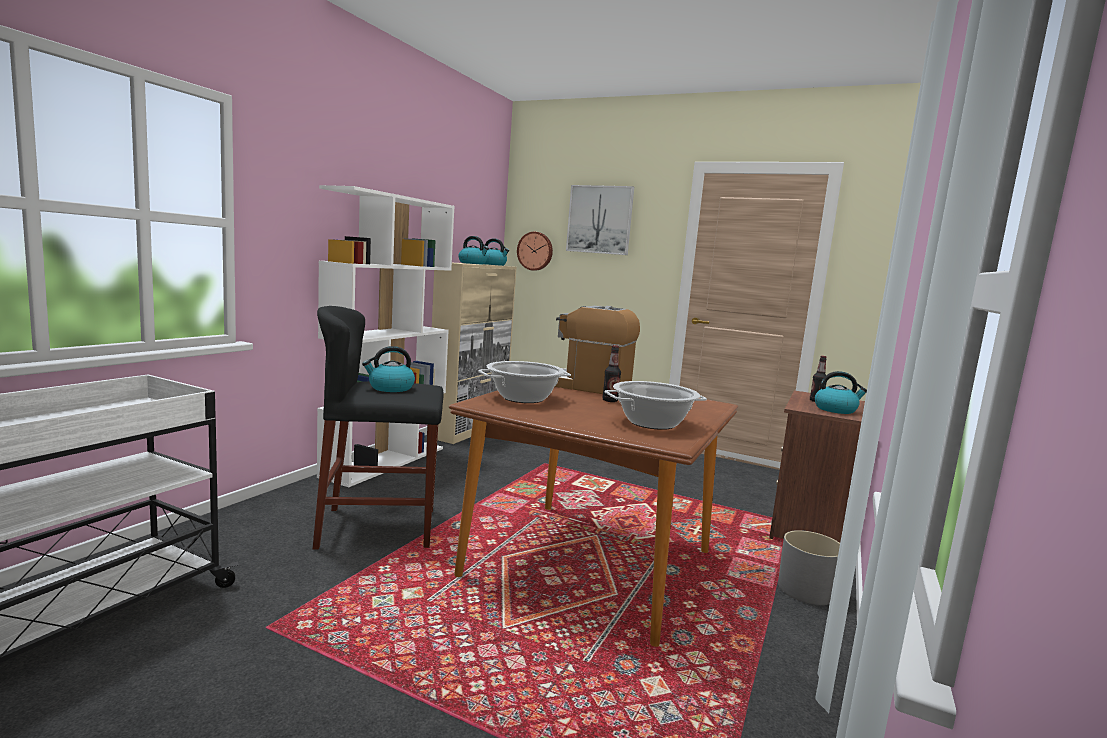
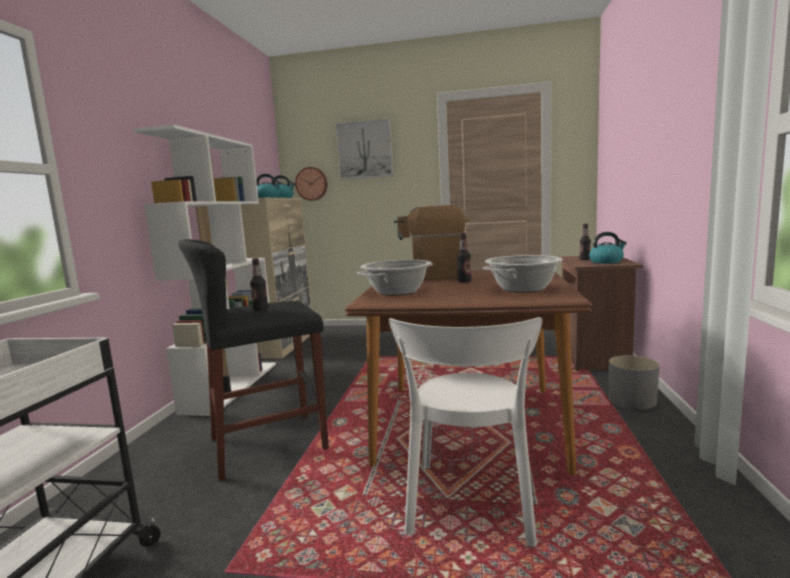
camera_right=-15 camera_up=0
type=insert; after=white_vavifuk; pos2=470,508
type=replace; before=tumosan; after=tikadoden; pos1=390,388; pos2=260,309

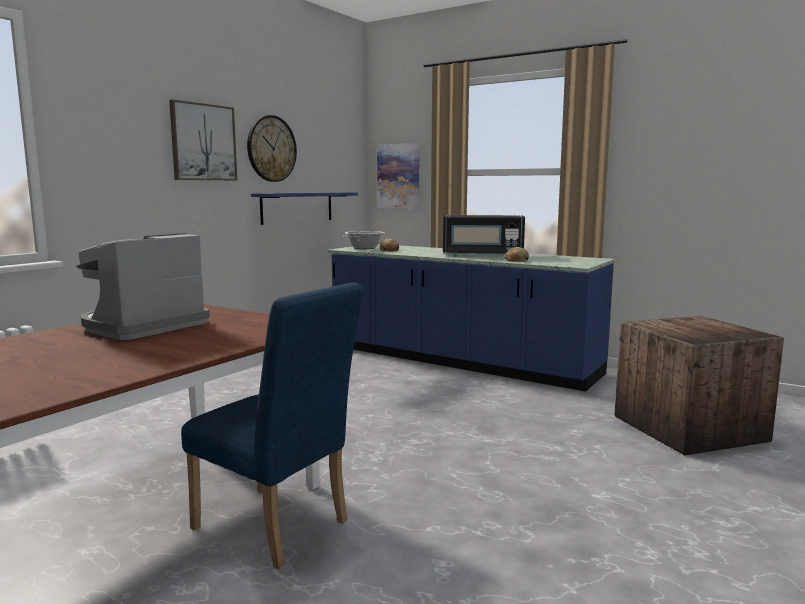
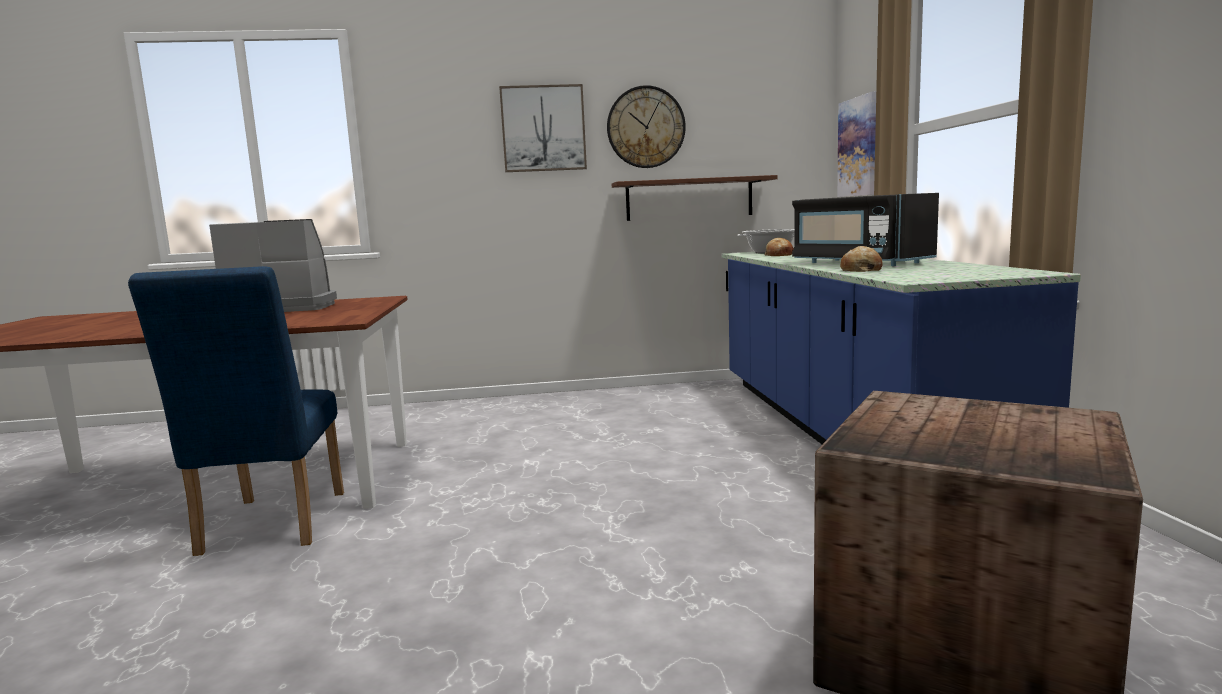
camera_right=50 camera_up=0
type=recolor; before=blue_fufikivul; after=brown_fufikivul; pos1=297,207; pos2=689,199

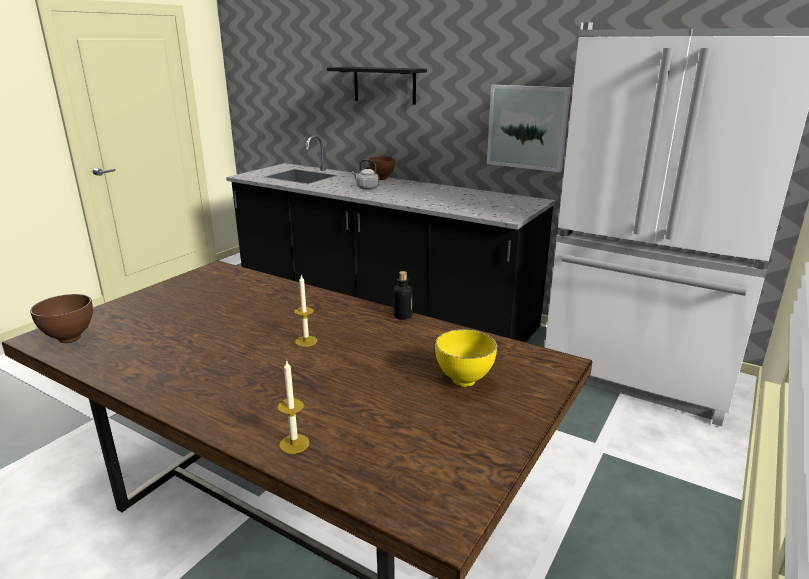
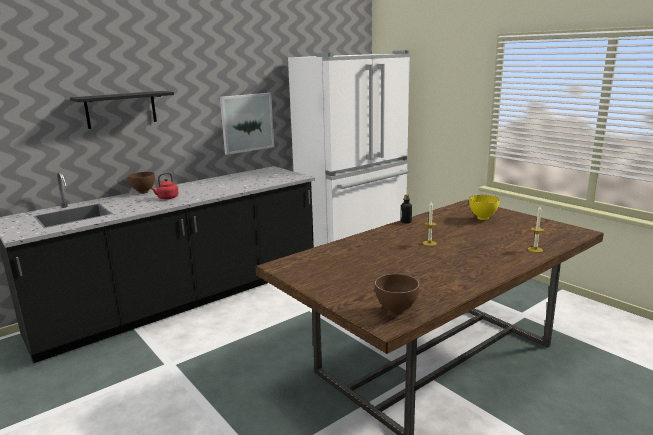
camera_right=-70 camera_up=-5
type=recolor; before=grey_tumosan; after=red_tumosan; pos1=366,188; pos2=167,198

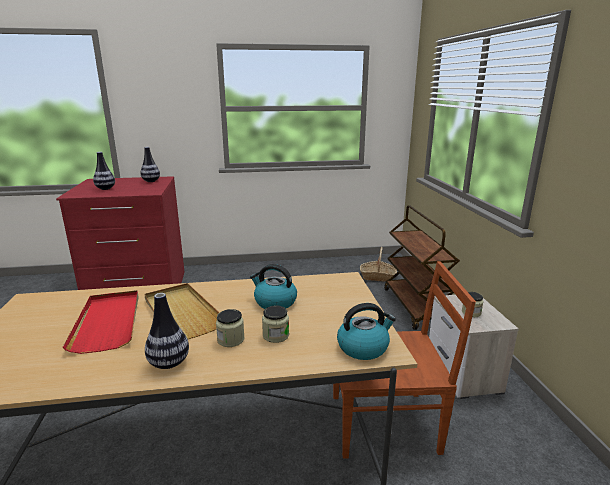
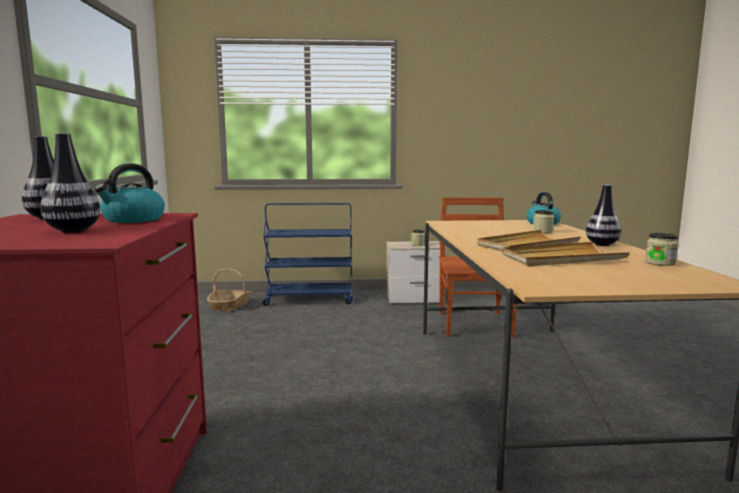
camera_right=-85 camera_up=-10
type=move; before=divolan; pos1=231,340; pos2=660,263
type=move; before=tumosan; pos1=274,302; pos2=133,220
type=recolor; before=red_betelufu; after=beige_betelufu; pos1=108,322; pos2=561,258
type=recolor; before=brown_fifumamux; after=blue_fifumamux; pos1=415,307; pos2=310,299

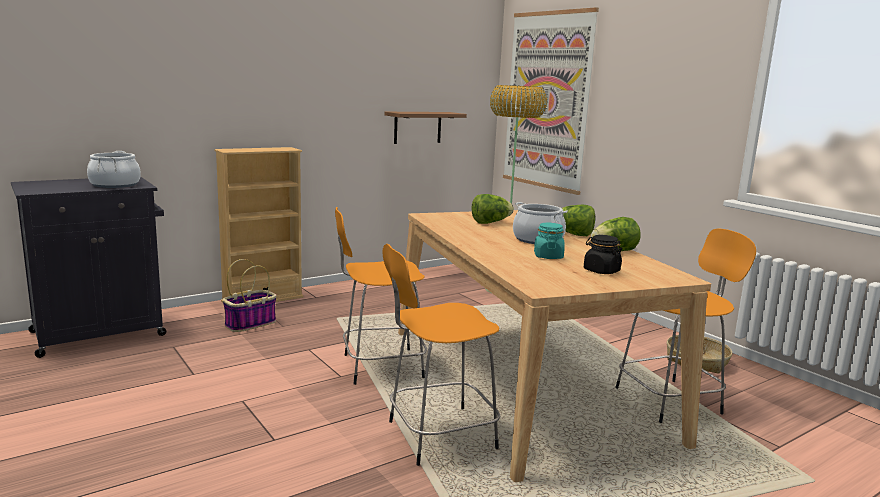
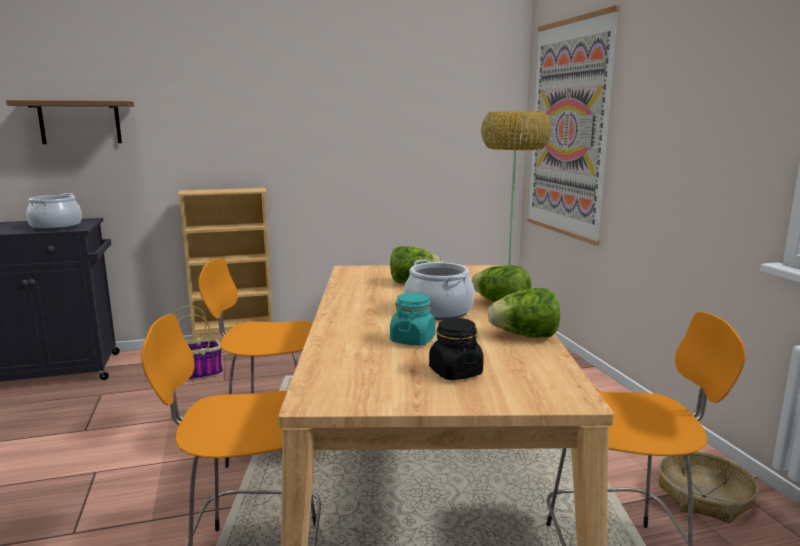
camera_right=20 camera_up=0
type=move; before=fufikivul; pos1=417,127; pos2=80,122

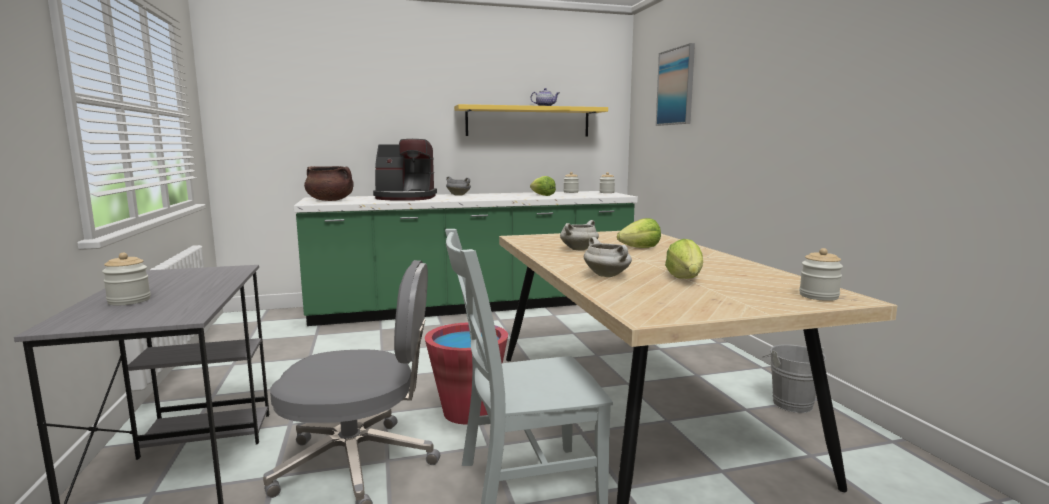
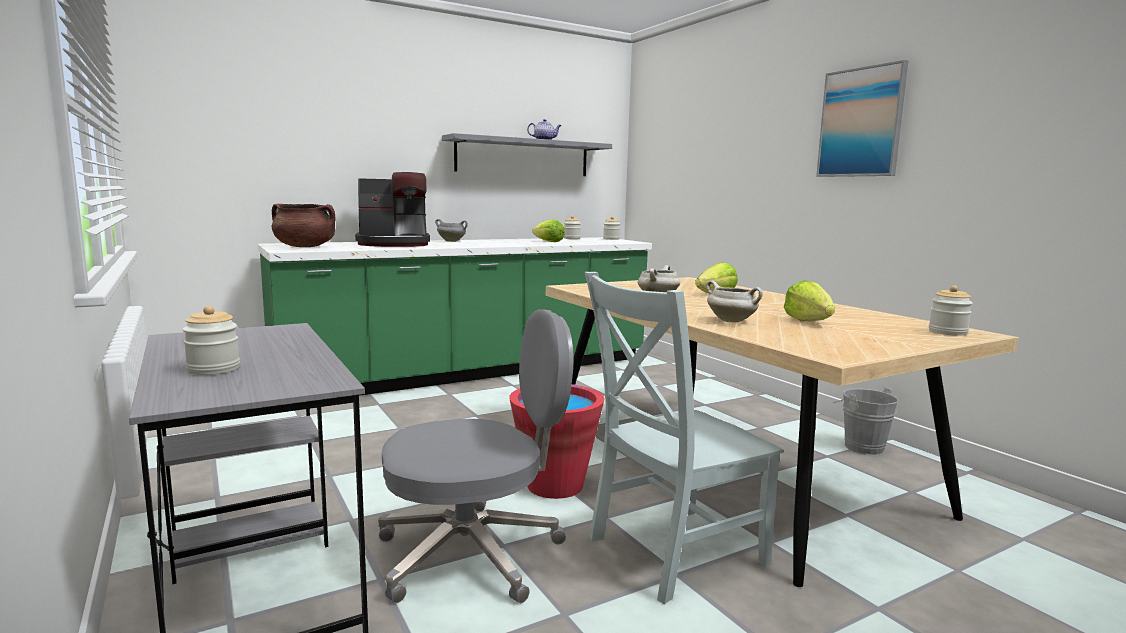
camera_right=-15 camera_up=0
type=move; before=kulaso; pos1=676,87; pos2=861,122
type=recolor; before=yellow_fufikivul; after=grey_fufikivul; pos1=528,121; pos2=523,157

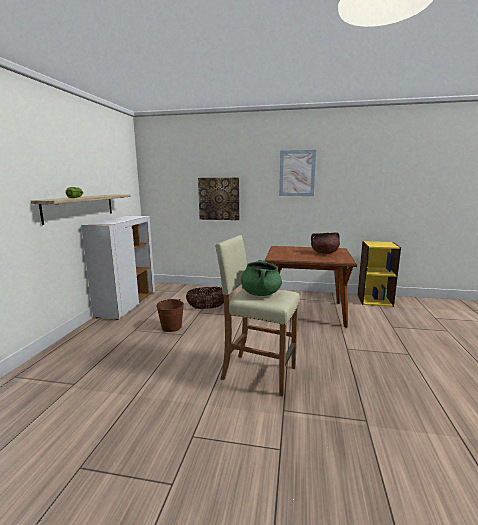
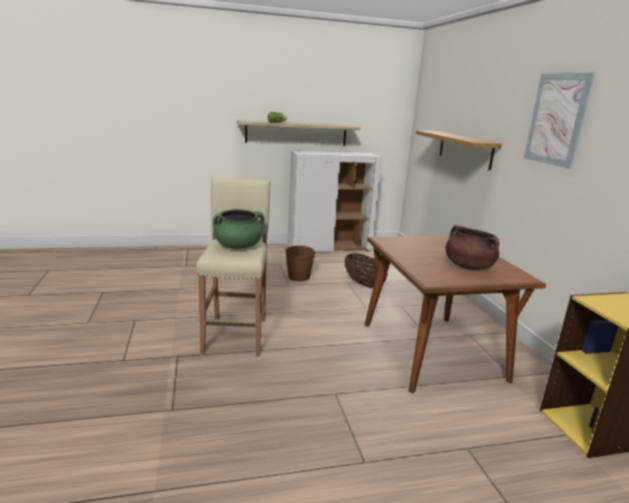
camera_right=65 camera_up=5
type=replace; before=kulaso; after=fufikivul; pos1=219,199; pos2=465,149

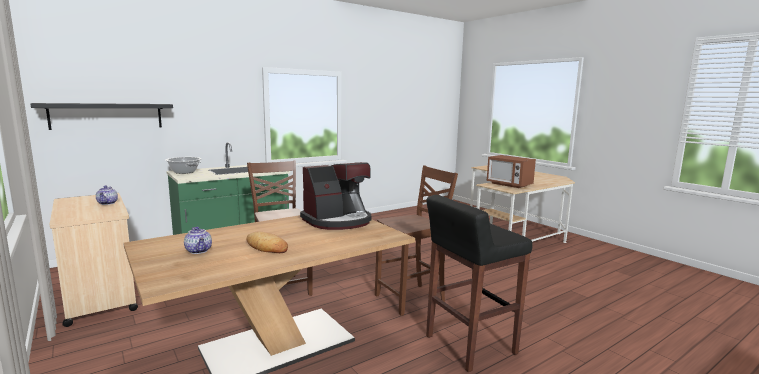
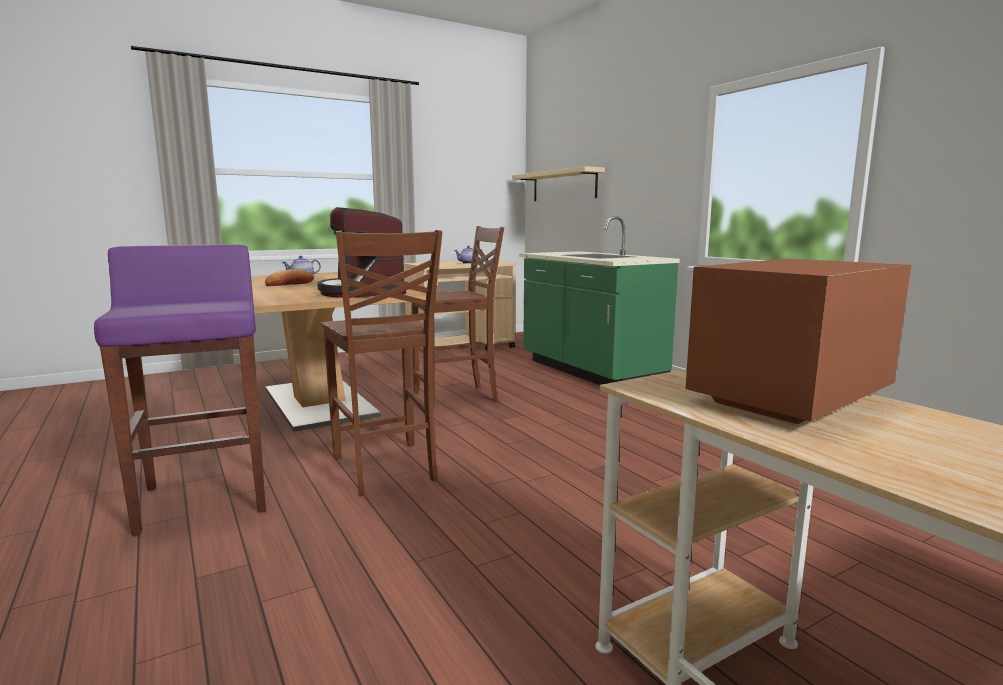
camera_right=95 camera_up=0
type=delete; before=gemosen; pos1=184,172
type=recolor; before=black_fufikivul; after=beige_fufikivul; pos1=107,116; pos2=564,186
type=recolor; before=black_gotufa; after=purple_gotufa; pos1=469,345; pos2=205,498

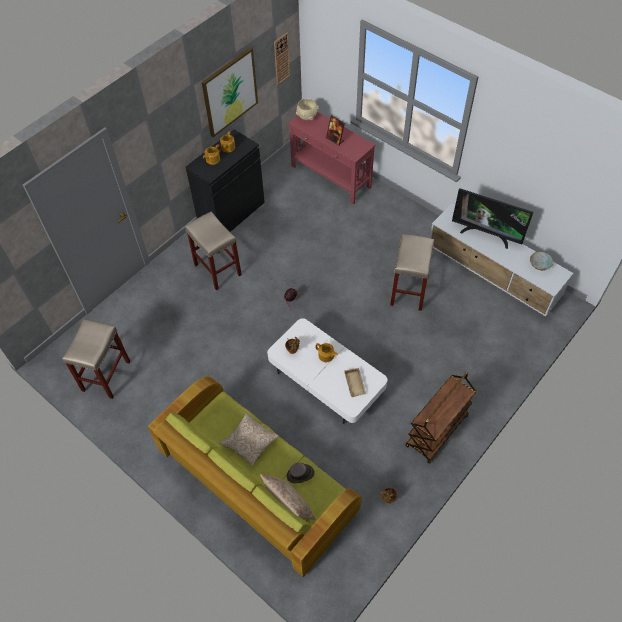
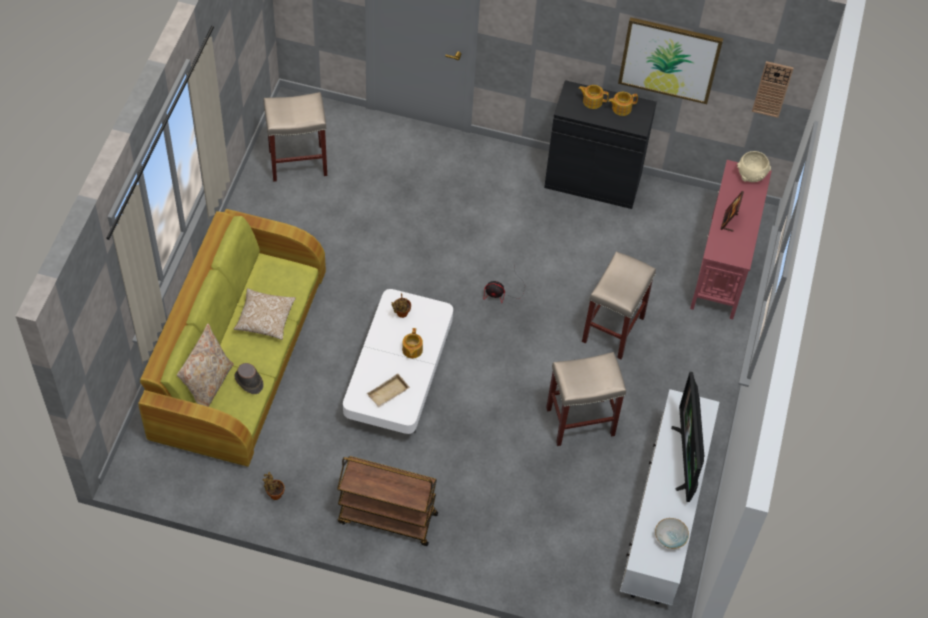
camera_right=60 camera_up=0
type=move; before=beige_gotufa; pos1=218,270; pos2=613,330

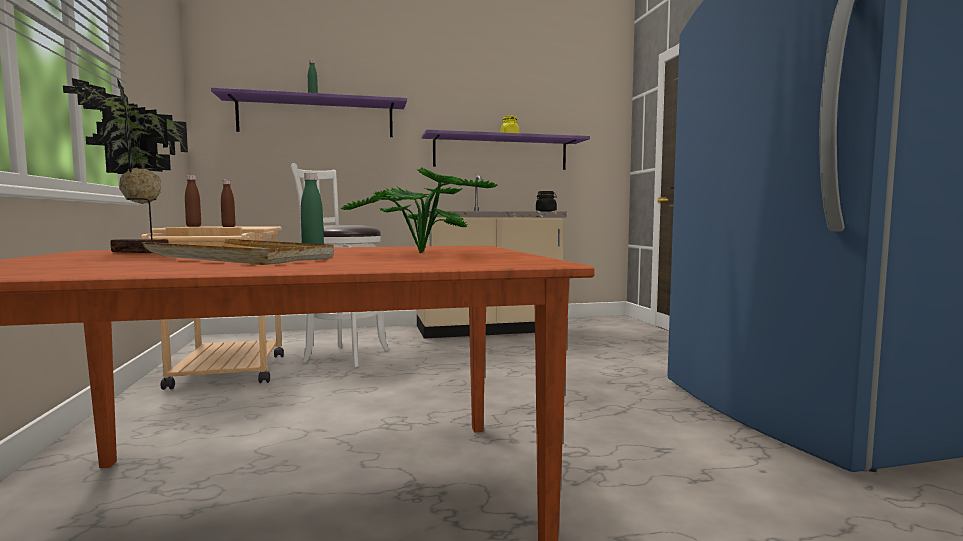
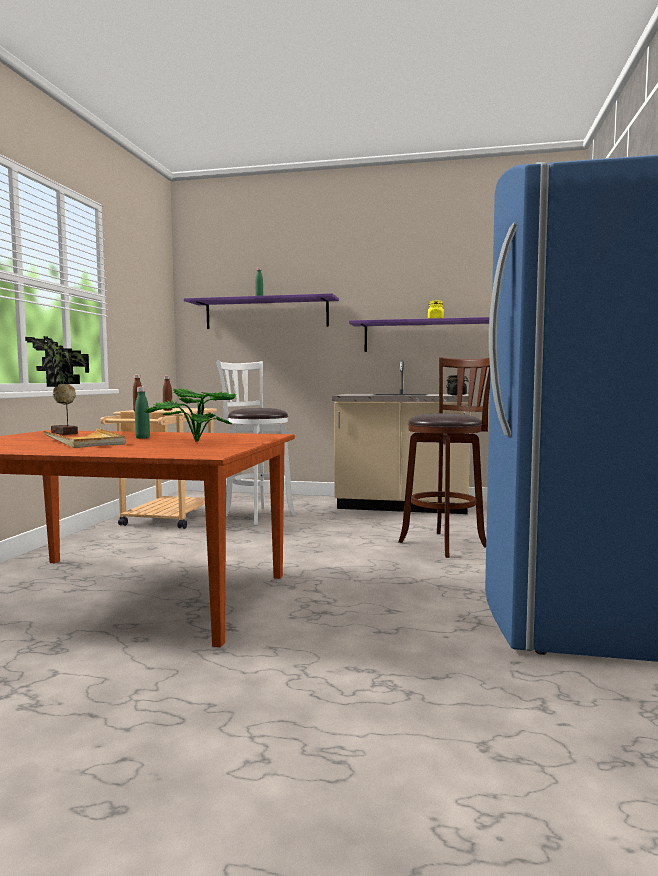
camera_right=25 camera_up=0
type=insert; after=brown_gotufa; pos2=445,543

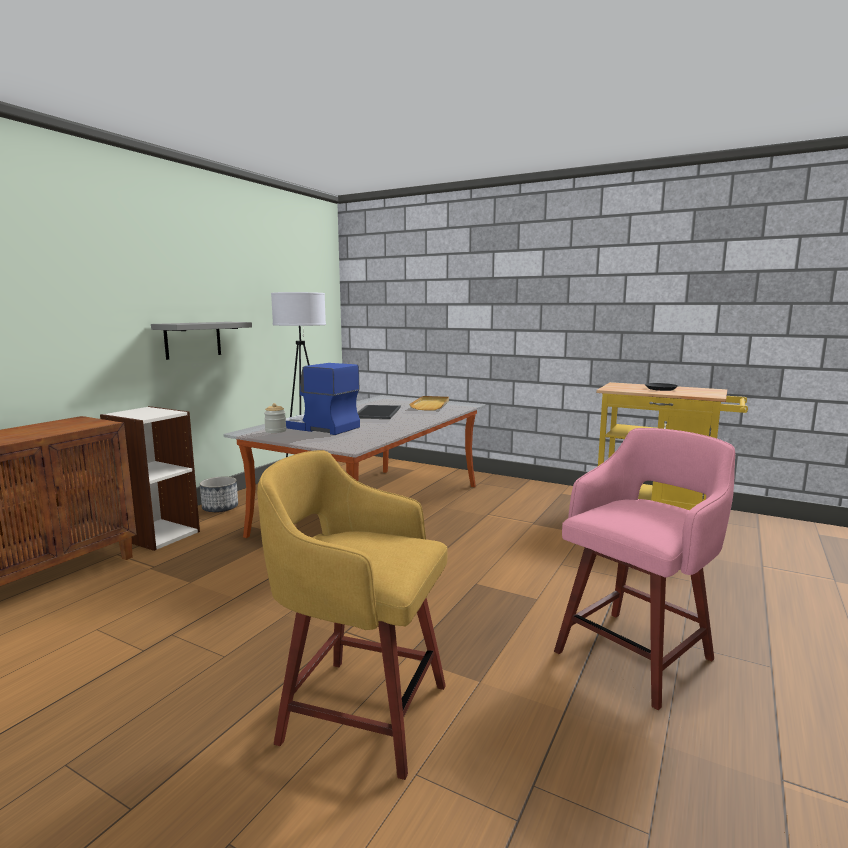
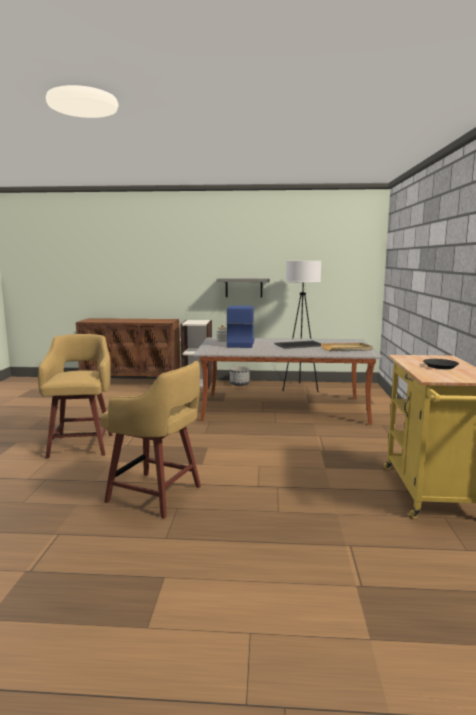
camera_right=65 camera_up=0
type=recolor; before=pink_gotufa; after=yellow_gotufa; pos1=637,653; pos2=156,495

